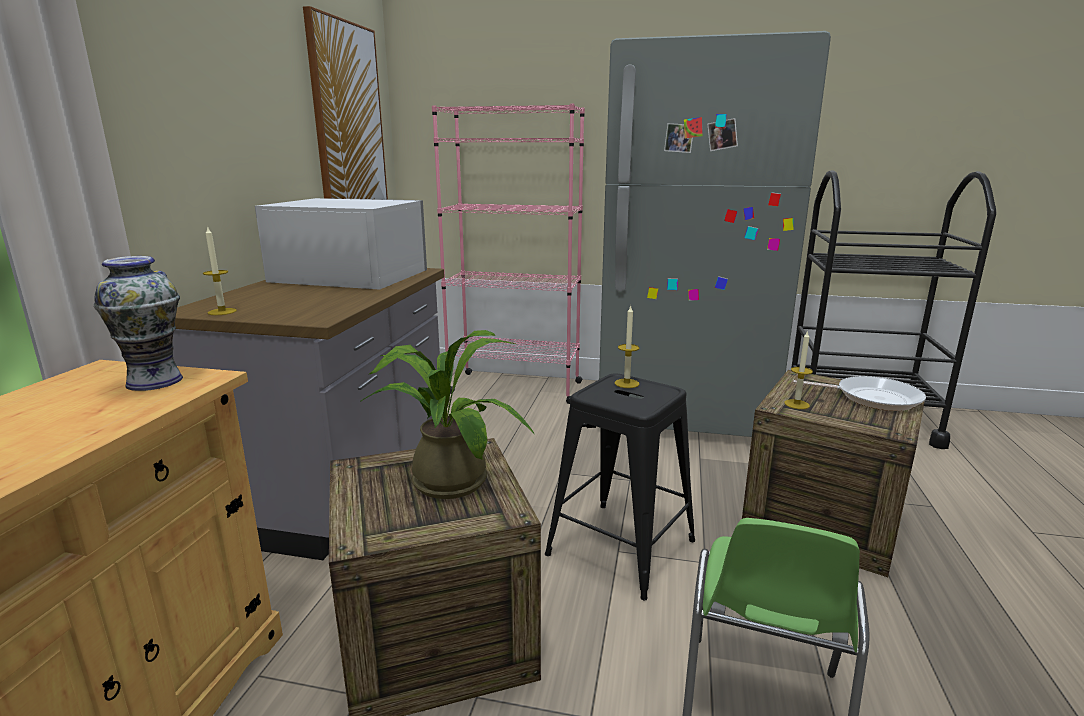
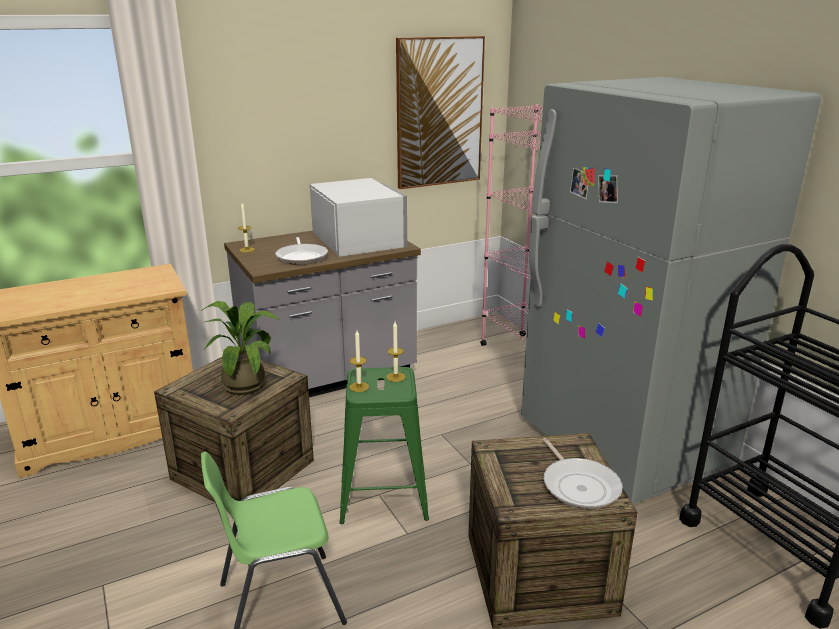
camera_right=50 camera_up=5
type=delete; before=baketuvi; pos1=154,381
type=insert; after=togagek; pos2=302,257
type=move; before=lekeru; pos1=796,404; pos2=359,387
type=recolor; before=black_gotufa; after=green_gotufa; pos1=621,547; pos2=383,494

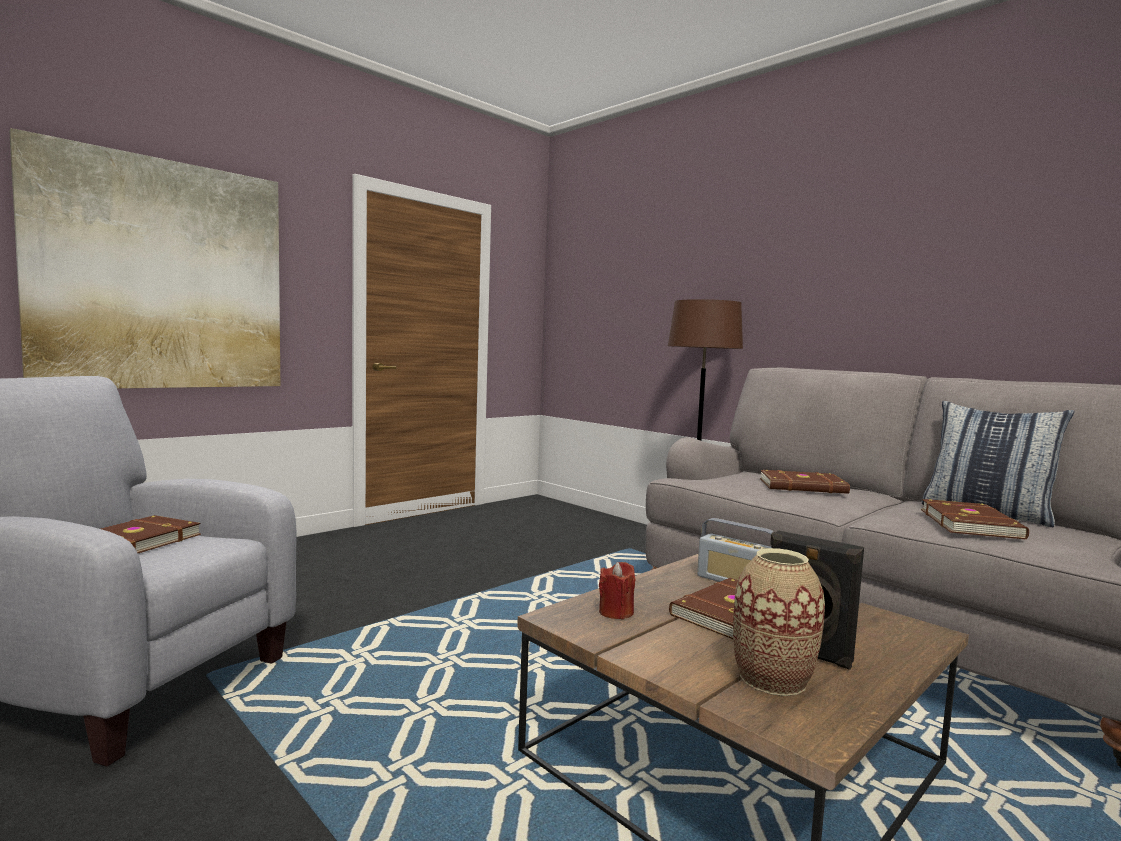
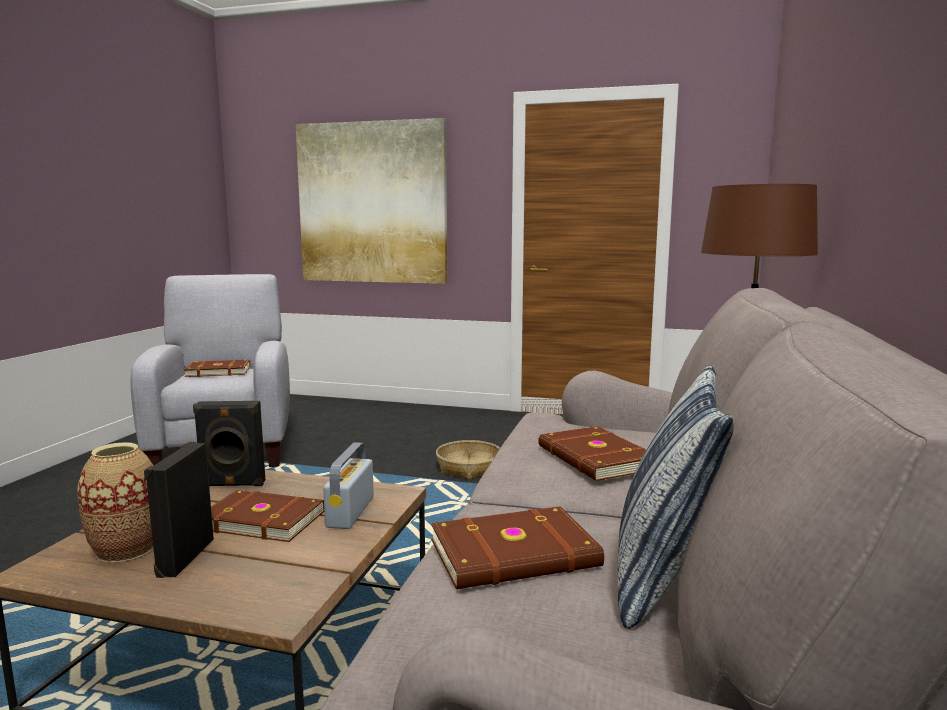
camera_right=60 camera_up=5
type=insert; after=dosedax; pos2=468,468
type=replace; before=red_lekeru; after=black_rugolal; pos1=616,612; pos2=232,484

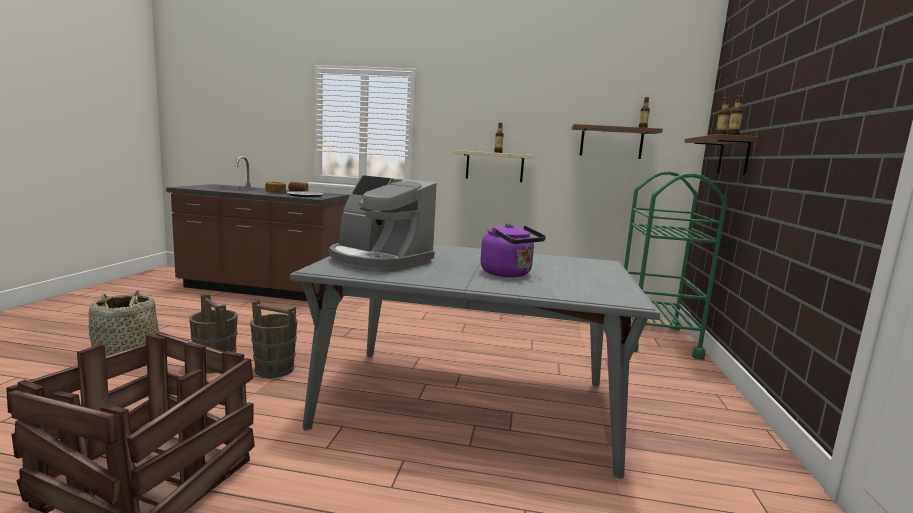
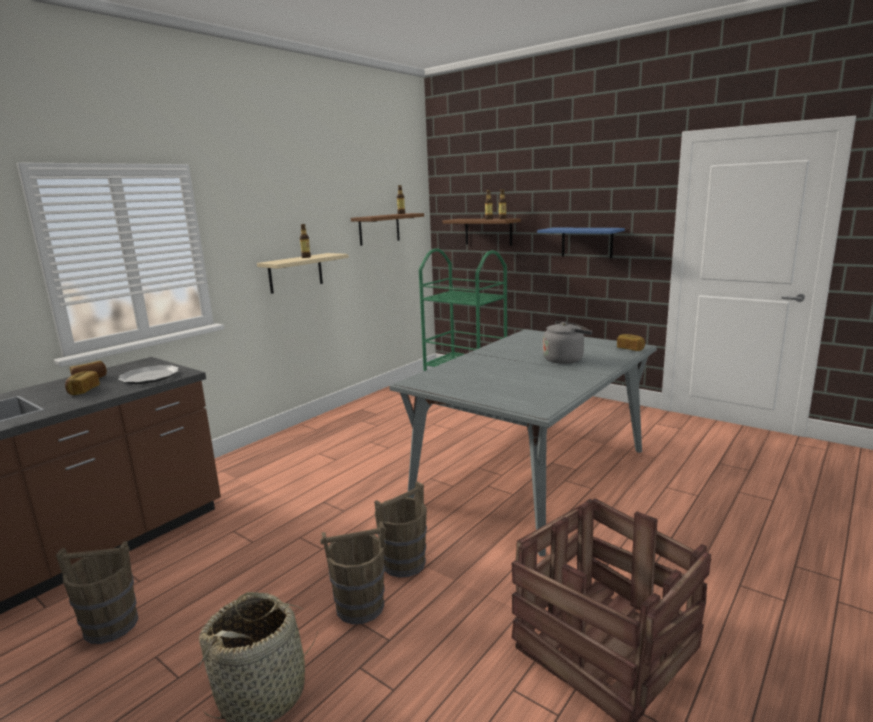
camera_right=-60 camera_up=5
type=delete; before=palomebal; pos1=378,261
type=insert; after=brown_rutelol; pos2=110,625
type=insert; after=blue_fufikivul; pos2=587,242
type=insert; after=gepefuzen; pos2=630,349
type=recolor; before=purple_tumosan; after=grey_tumosan; pos1=509,274; pos2=565,359

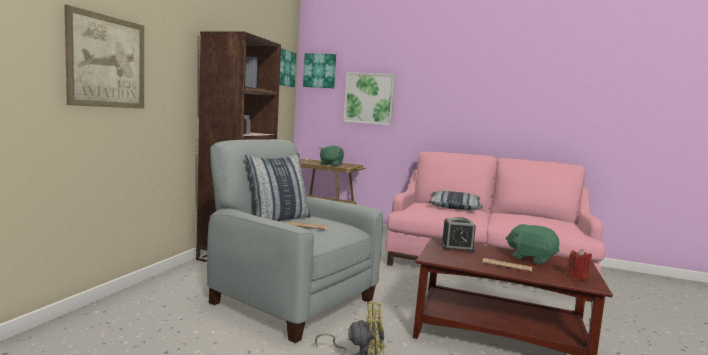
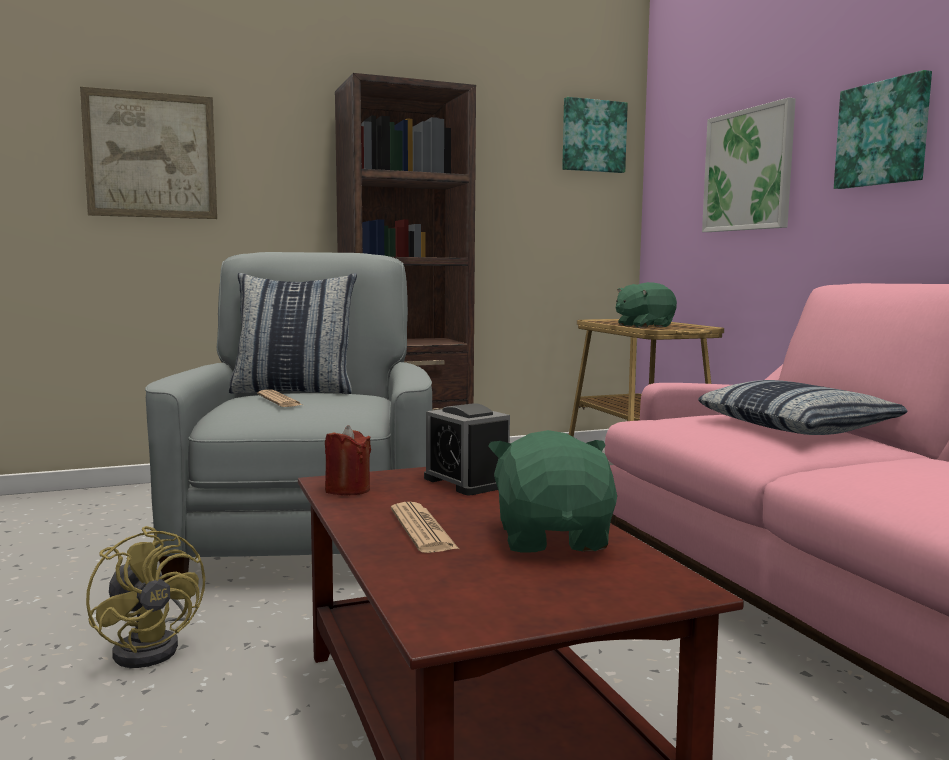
camera_right=50 camera_up=0
type=move; before=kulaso; pos1=320,71; pos2=883,133
type=move; before=red_lekeru; pos1=577,276; pos2=347,490

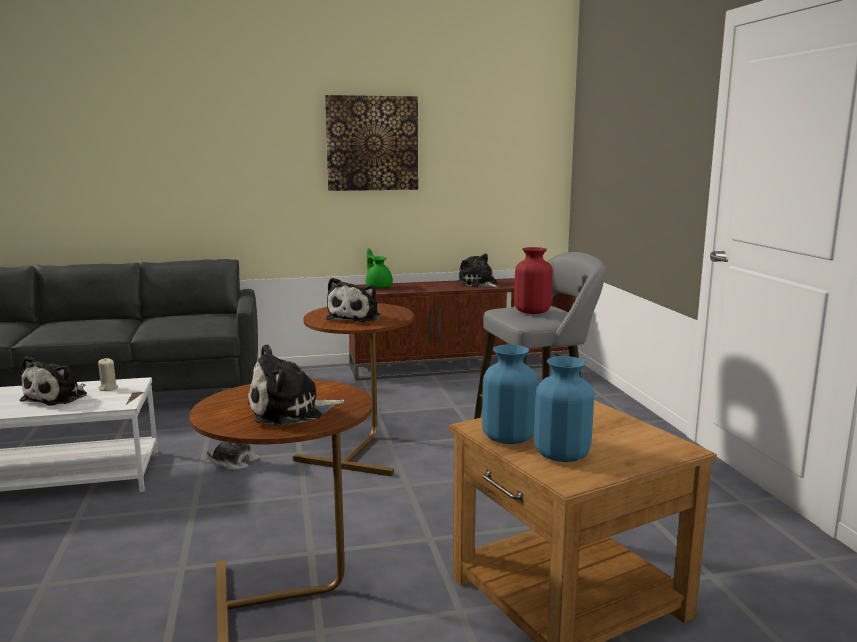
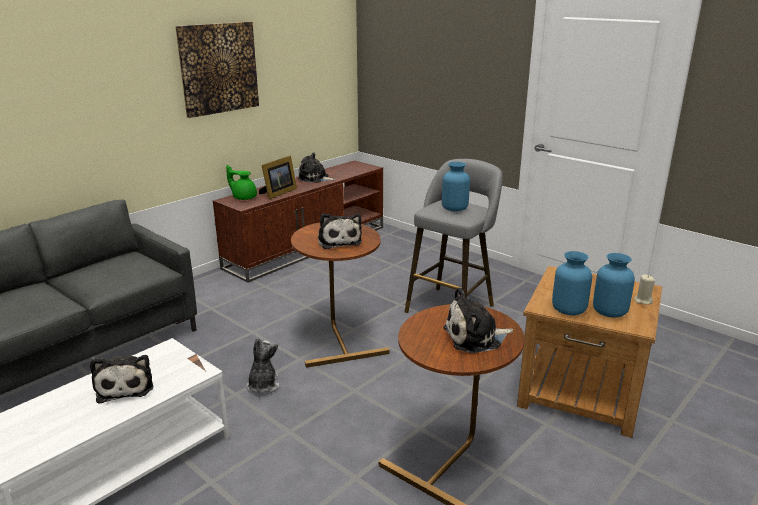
camera_right=-35 camera_up=10
type=insert; after=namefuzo; pos2=278,193
type=move; before=beige_lekeru; pos1=108,388; pos2=643,301
type=recolor; before=red_baketuvi; after=blue_baketuvi; pos1=532,311; pos2=454,208
type=rotate; before=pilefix; pos1=290,411; pos2=475,337; turn=45

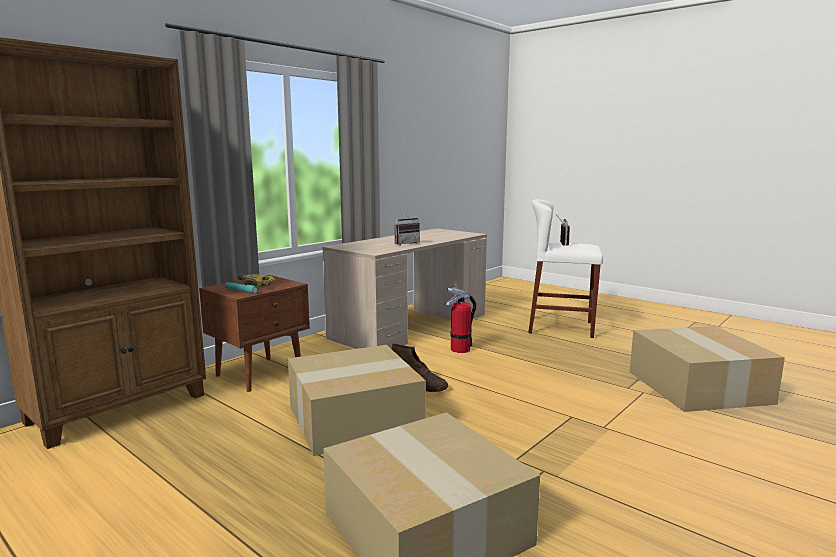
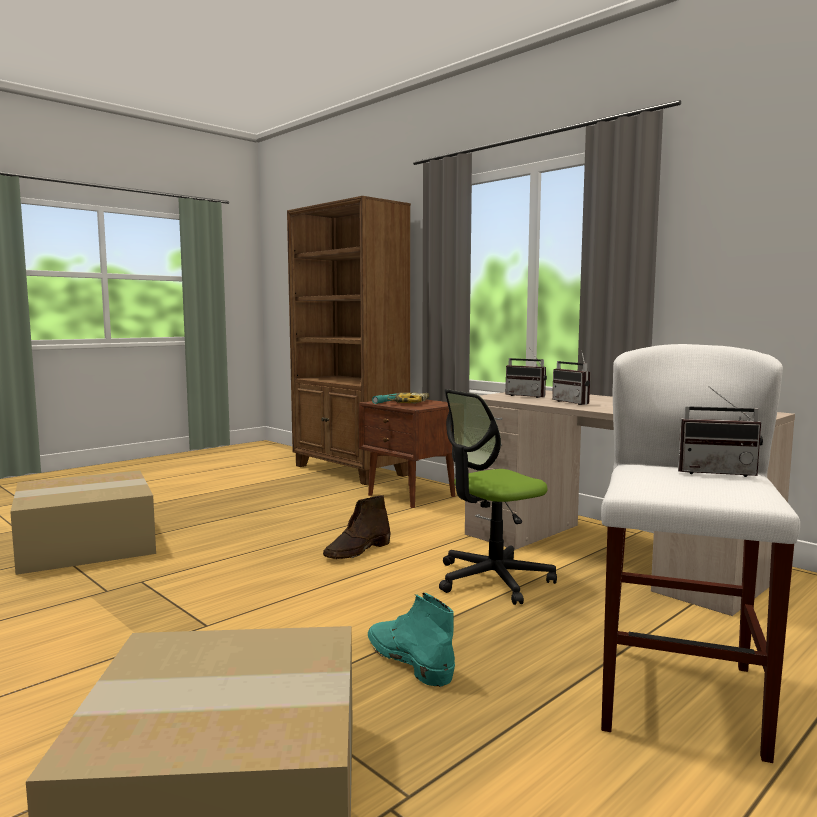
camera_right=95 camera_up=-5
type=delete; before=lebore; pos1=353,419
type=insert; after=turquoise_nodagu; pos2=408,660
type=insert; after=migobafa; pos2=527,396
type=replace; before=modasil; after=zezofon; pos1=460,349; pos2=493,580

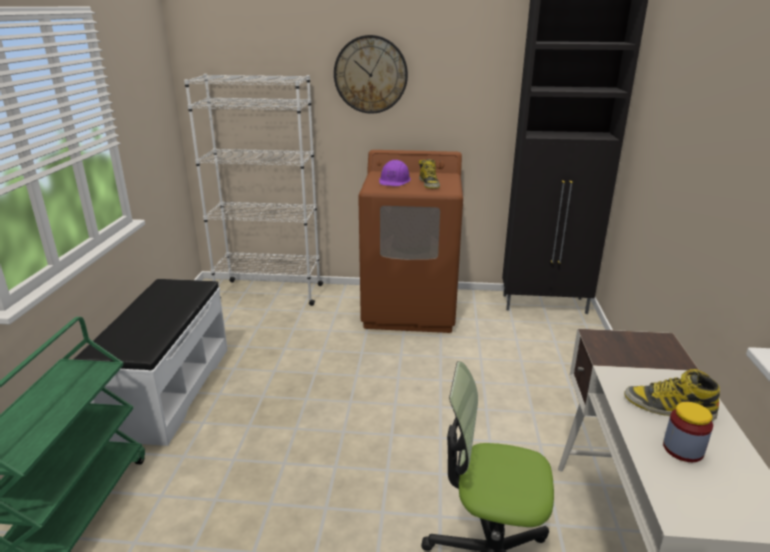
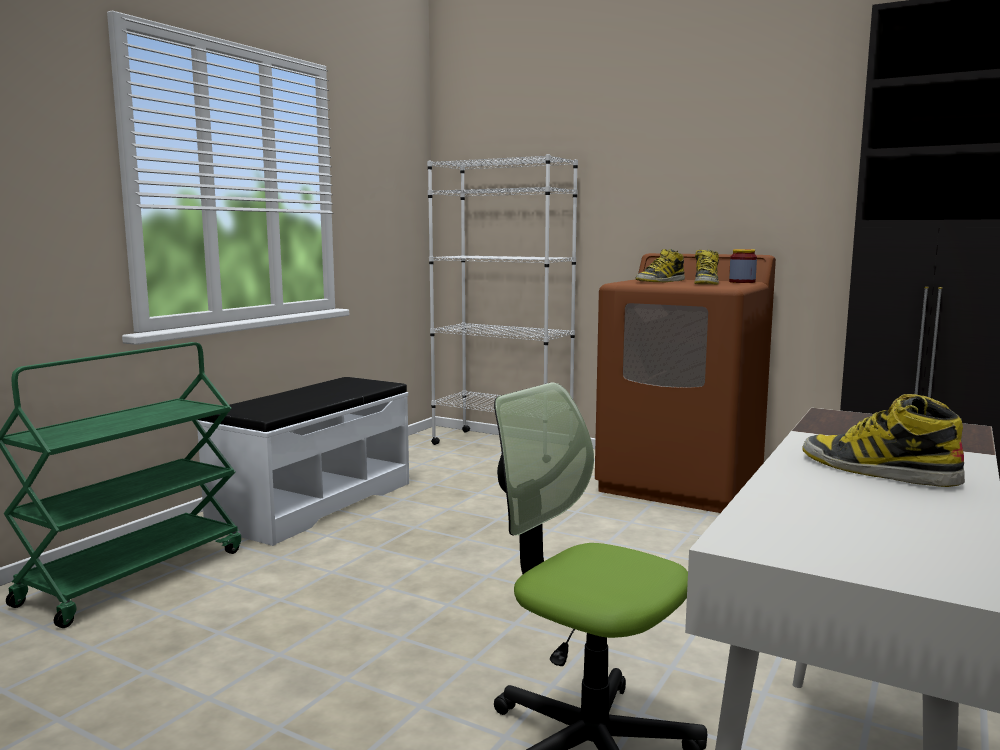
camera_right=25 camera_up=-15
type=delete; before=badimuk; pos1=370,74
type=move; before=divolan; pos1=683,449; pos2=742,282
type=replace; before=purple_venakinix; after=nodagu; pos1=394,181; pos2=660,281

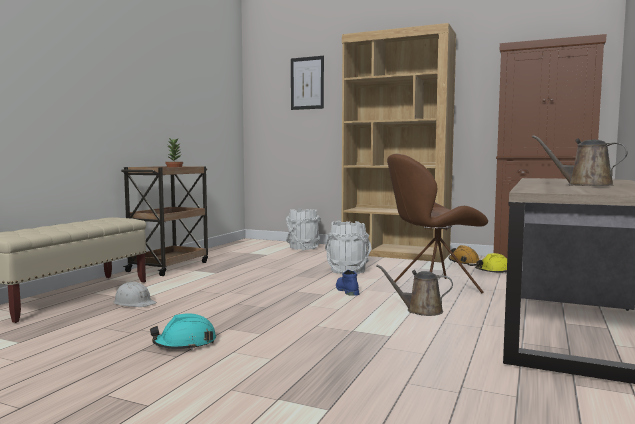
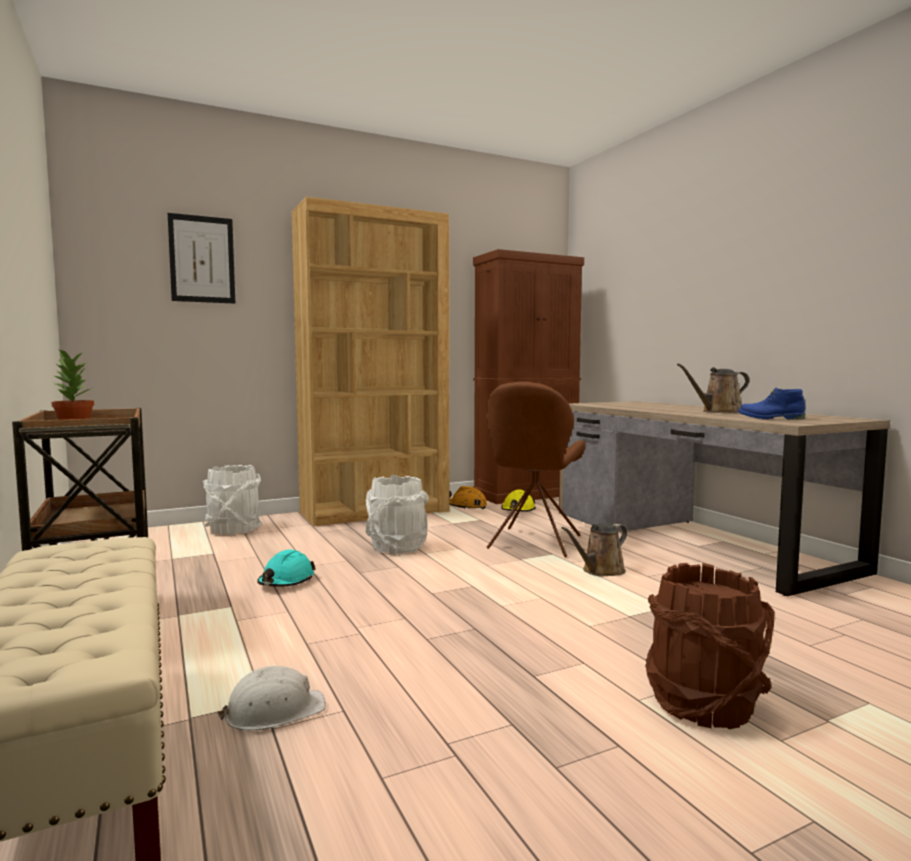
camera_right=-50 camera_up=0
type=insert; after=brown_rutelol; pos2=704,704
type=move; before=turquoise_venakinix; pos1=185,344; pos2=286,582
type=move; before=blue_nodagu; pos1=346,290; pos2=770,418

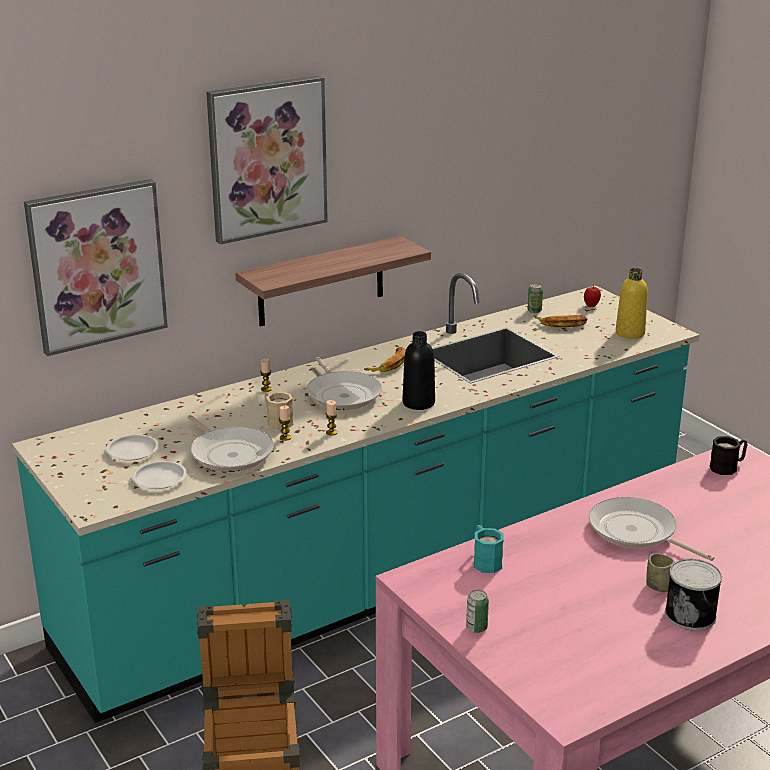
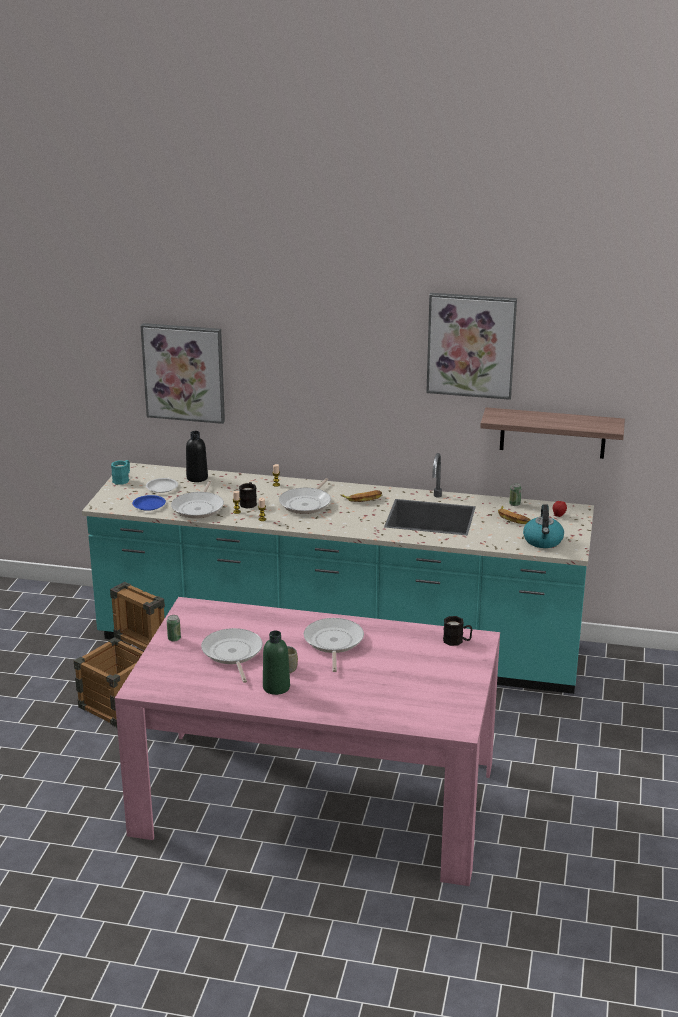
camera_right=45 camera_up=0
type=insert; after=togagek; pos2=232,654
type=move; before=kulaso; pos1=267,158; pos2=471,345
type=move; before=fufikivul; pos1=321,282; pos2=552,433
type=move; before=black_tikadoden; pos1=418,403; pos2=197,478
type=move; before=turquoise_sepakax; pos1=485,560; pos2=122,479
type=replace; before=yellow_tikadoden; after=tumosan; pos1=630,333; pos2=543,541
type=replace; before=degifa; after=green_tikadoden; pos1=691,614; pos2=276,687
type=recolor; before=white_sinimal; after=blue_sinimal; pos1=160,478; pos2=149,505
type=recolor; before=beige_sepakax; after=black_sepakax; pos1=277,421; pos2=249,502

